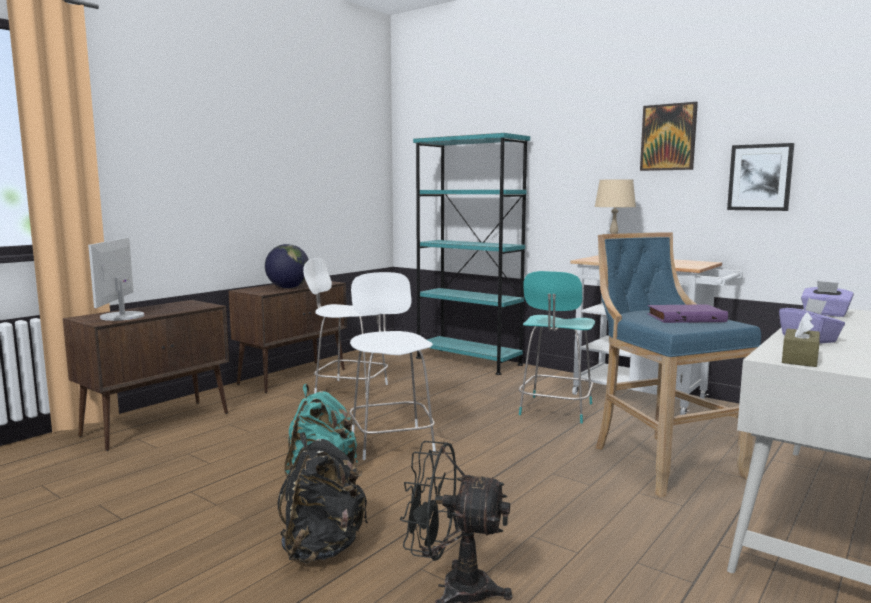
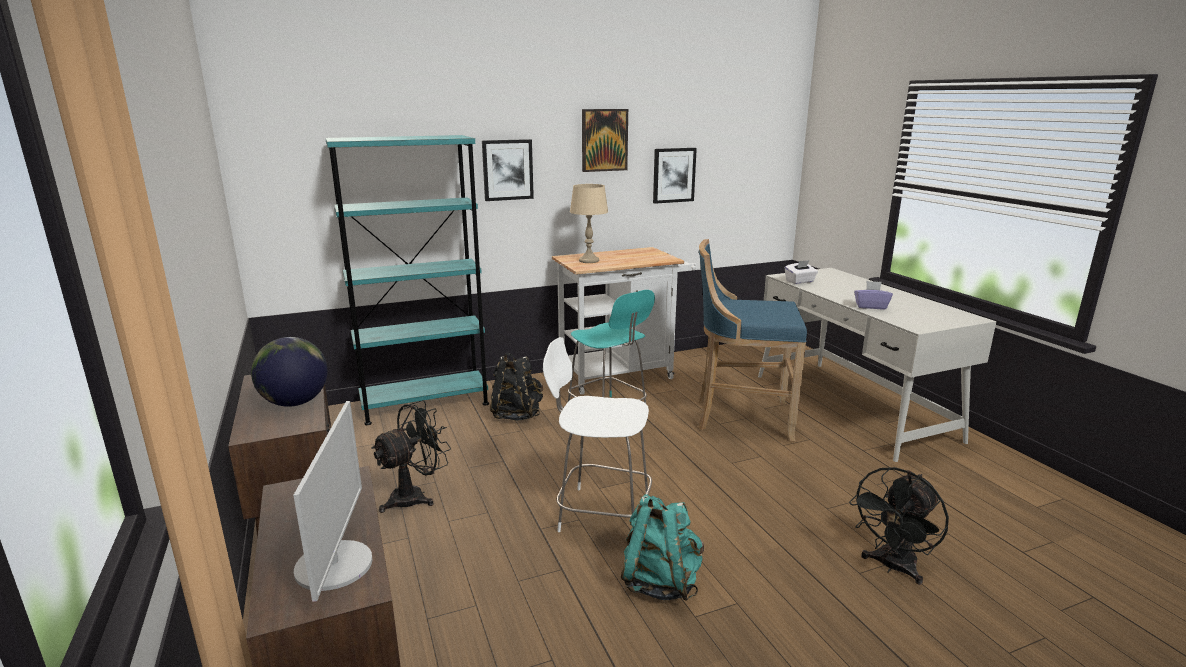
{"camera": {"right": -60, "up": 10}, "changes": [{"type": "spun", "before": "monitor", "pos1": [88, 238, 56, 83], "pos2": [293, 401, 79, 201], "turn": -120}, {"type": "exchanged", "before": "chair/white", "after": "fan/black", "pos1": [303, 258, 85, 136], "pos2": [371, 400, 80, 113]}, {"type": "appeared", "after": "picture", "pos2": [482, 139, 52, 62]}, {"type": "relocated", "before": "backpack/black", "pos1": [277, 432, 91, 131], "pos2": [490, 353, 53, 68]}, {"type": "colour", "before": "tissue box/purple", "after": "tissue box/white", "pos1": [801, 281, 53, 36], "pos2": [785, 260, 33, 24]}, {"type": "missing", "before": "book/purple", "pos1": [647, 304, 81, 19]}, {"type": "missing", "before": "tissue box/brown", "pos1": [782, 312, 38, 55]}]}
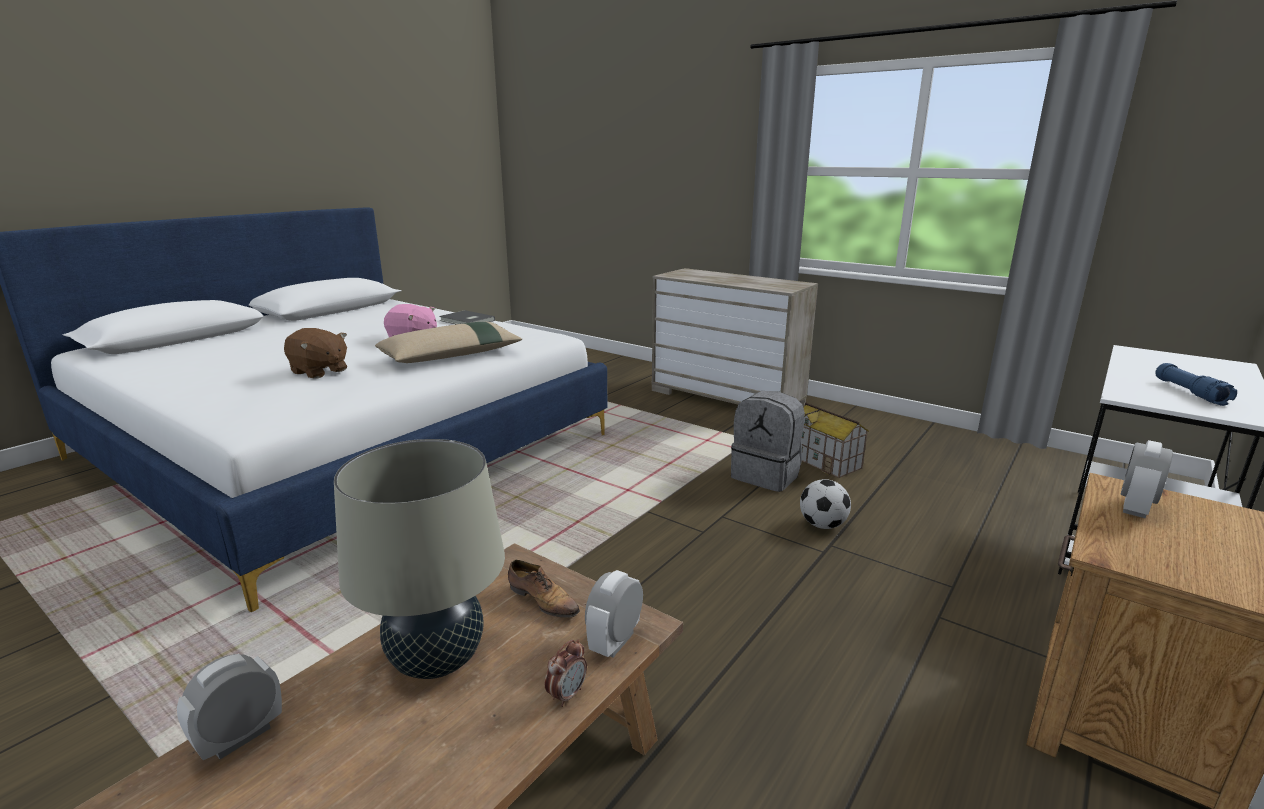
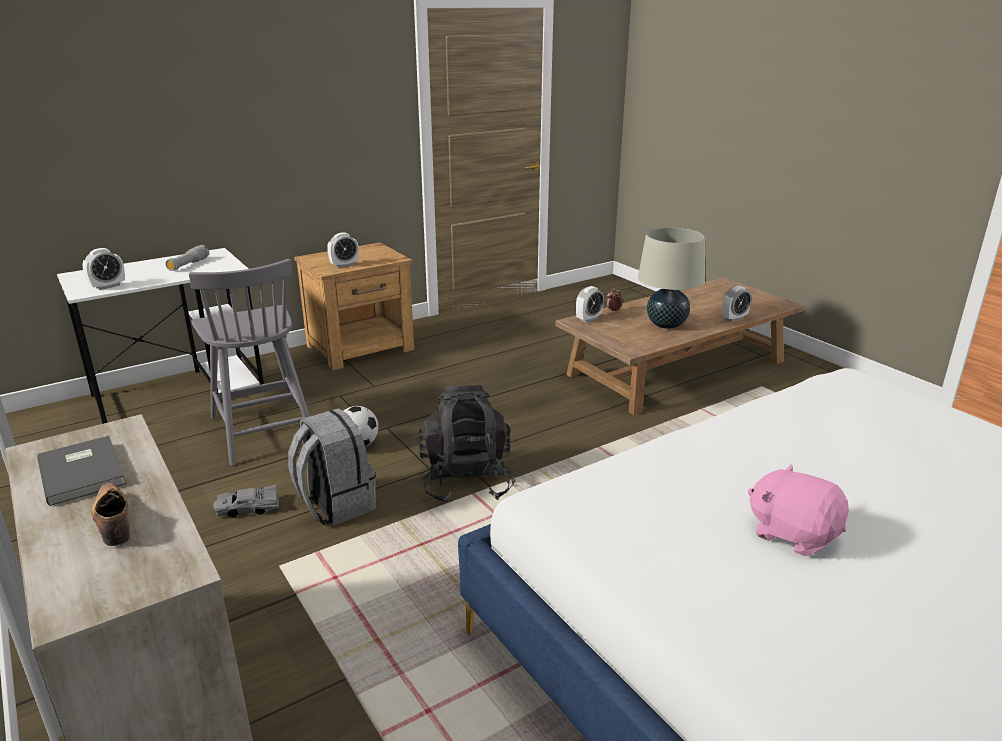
{"camera": {"right": -160, "up": 5}, "changes": [{"type": "relocated", "before": "book/grey", "pos1": [439, 310, 56, 14], "pos2": [37, 436, 89, 70]}, {"type": "appeared", "after": "alarm clock", "pos2": [82, 248, 43, 42]}, {"type": "relocated", "before": "shoe", "pos1": [508, 560, 72, 58], "pos2": [91, 483, 39, 63]}, {"type": "colour", "before": "flashlight/blue", "after": "flashlight/grey", "pos1": [1155, 363, 82, 43], "pos2": [165, 245, 44, 26]}, {"type": "appeared", "after": "chair/grey", "pos2": [189, 259, 121, 207]}, {"type": "exchanged", "before": "toy house", "after": "toy car/grey", "pos1": [801, 403, 68, 75], "pos2": [213, 485, 66, 33]}, {"type": "appeared", "after": "backpack/black", "pos2": [418, 385, 98, 119]}, {"type": "missing", "before": "plush toy/brown", "pos1": [284, 328, 63, 51]}, {"type": "missing", "before": "pillow/beige", "pos1": [375, 322, 147, 41]}]}
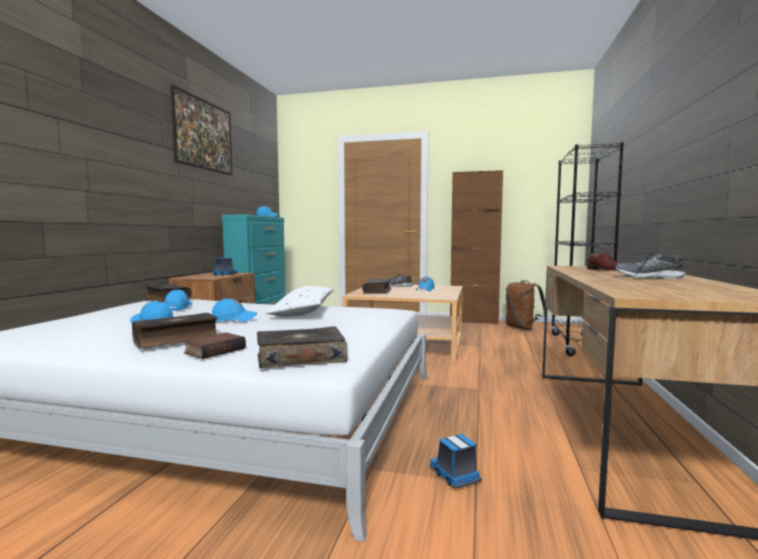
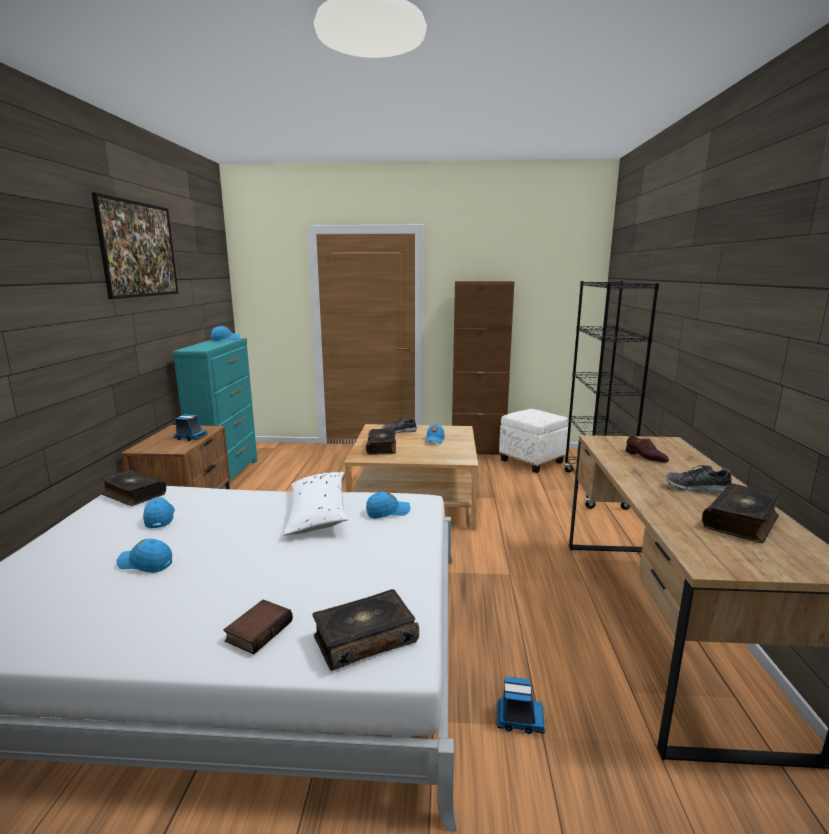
{"camera": {"right": -10, "up": 10}, "changes": [{"type": "relocated", "before": "cap/blue", "pos1": [212, 298, 45, 24], "pos2": [366, 492, 44, 27]}, {"type": "spun", "before": "toy truck", "pos1": [430, 434, 52, 55], "pos2": [496, 677, 50, 57], "turn": 135}, {"type": "exchanged", "before": "backpack/brown", "after": "ottoman/white", "pos1": [506, 280, 39, 50], "pos2": [499, 409, 70, 64]}, {"type": "relocated", "before": "book", "pos1": [132, 313, 86, 36], "pos2": [702, 483, 80, 60]}]}
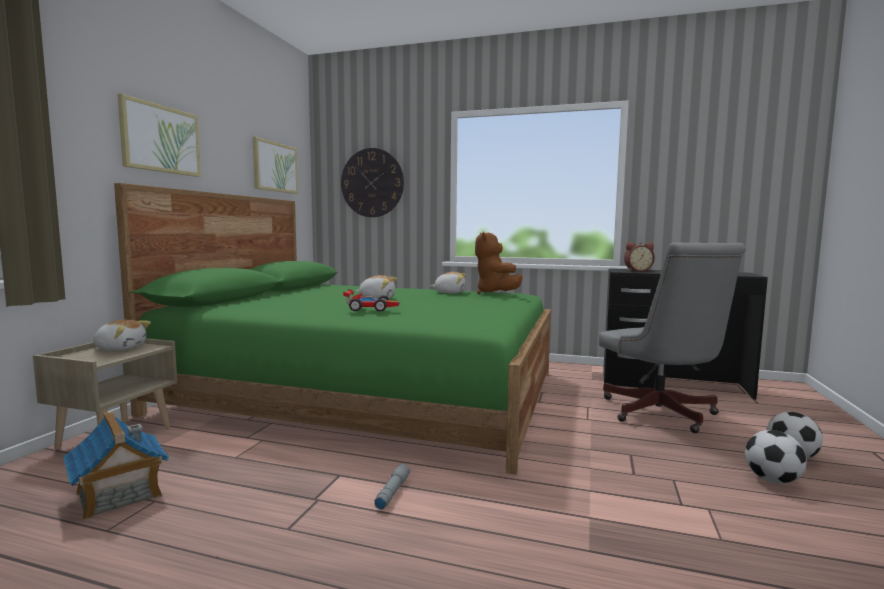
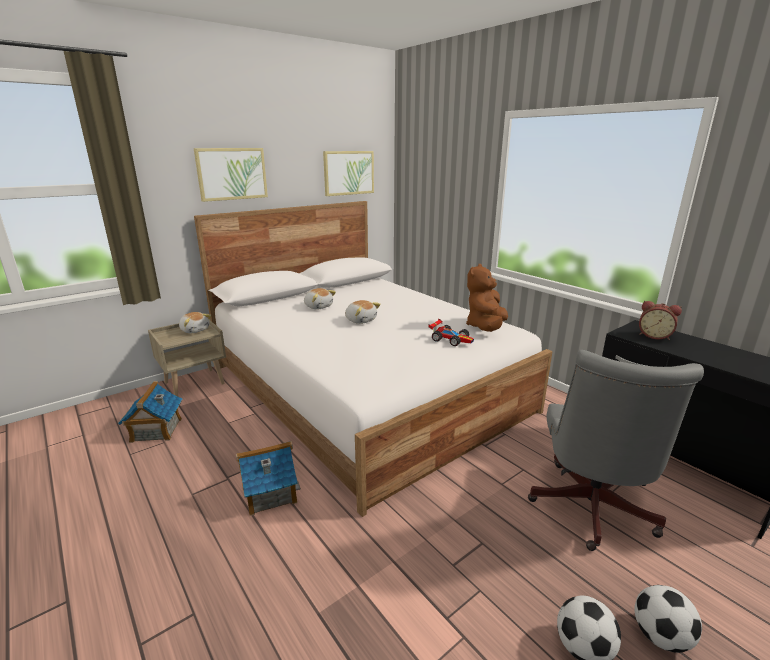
{"camera": {"right": 35, "up": 15}, "changes": [{"type": "colour", "before": "bed/green", "after": "bed/white", "pos1": [114, 183, 437, 291], "pos2": [194, 201, 359, 316]}, {"type": "exchanged", "before": "flashlight/grey", "after": "toy house", "pos1": [374, 464, 36, 45], "pos2": [236, 441, 65, 75]}, {"type": "relocated", "before": "plush toy", "pos1": [431, 272, 35, 21], "pos2": [304, 288, 32, 21]}, {"type": "relocated", "before": "toy car", "pos1": [343, 289, 56, 22], "pos2": [429, 318, 45, 28]}, {"type": "missing", "before": "wall clock", "pos1": [341, 148, 63, 69]}]}
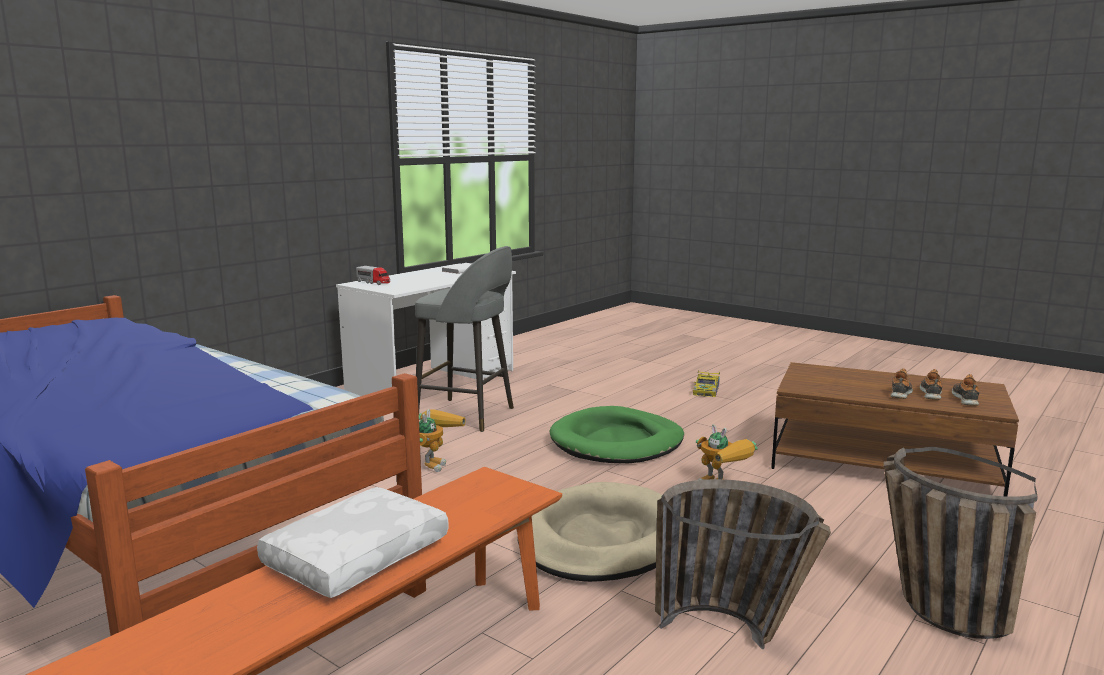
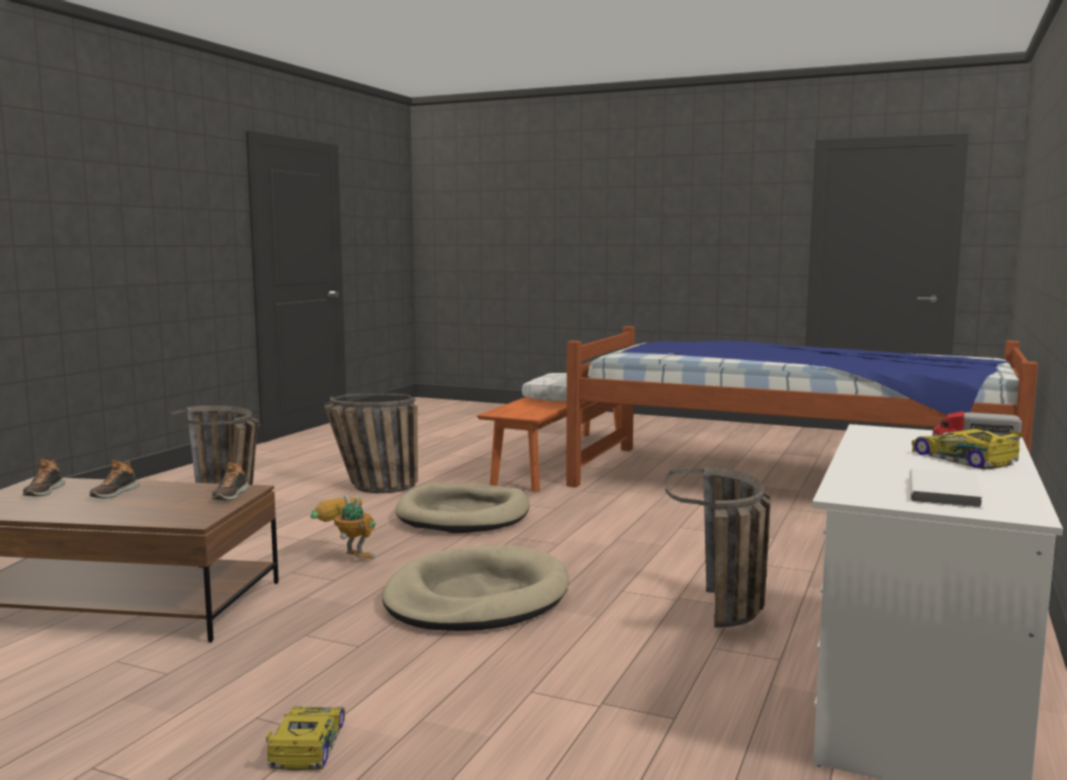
{"camera": {"right": 165, "up": -5}, "changes": [{"type": "relocated", "before": "shoe", "pos1": [920, 369, 23, 31], "pos2": [212, 462, 37, 38]}, {"type": "colour", "before": "dog bed/green", "after": "dog bed/beige", "pos1": [549, 406, 135, 57], "pos2": [382, 545, 187, 86]}, {"type": "exchanged", "before": "stool/grey", "after": "basket", "pos1": [415, 246, 99, 186], "pos2": [665, 467, 106, 160]}, {"type": "appeared", "after": "toy car", "pos2": [912, 428, 111, 41]}, {"type": "missing", "before": "toy robot", "pos1": [419, 409, 47, 63]}]}
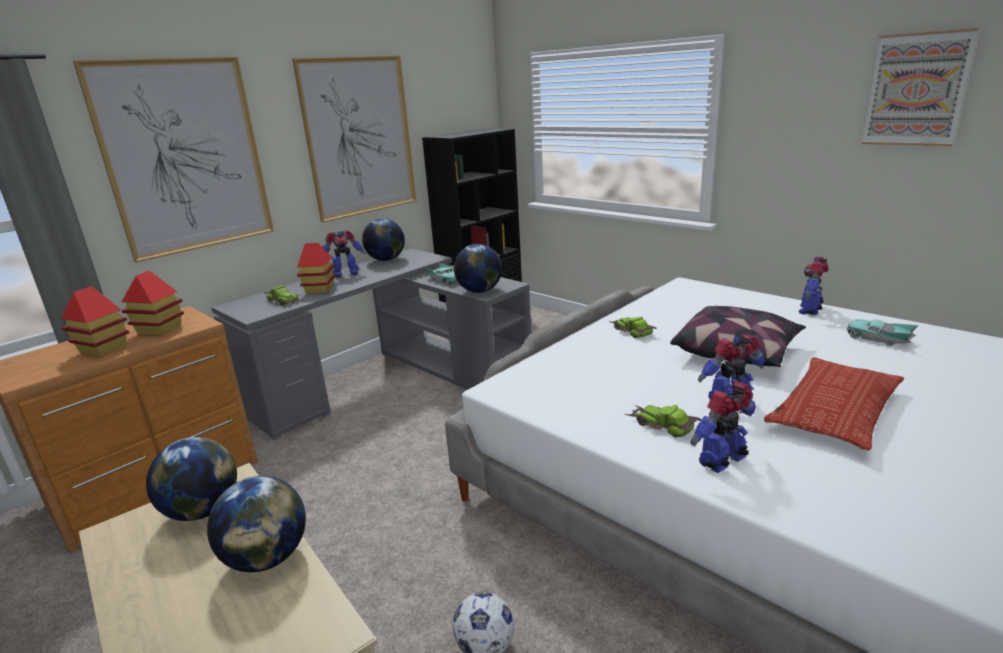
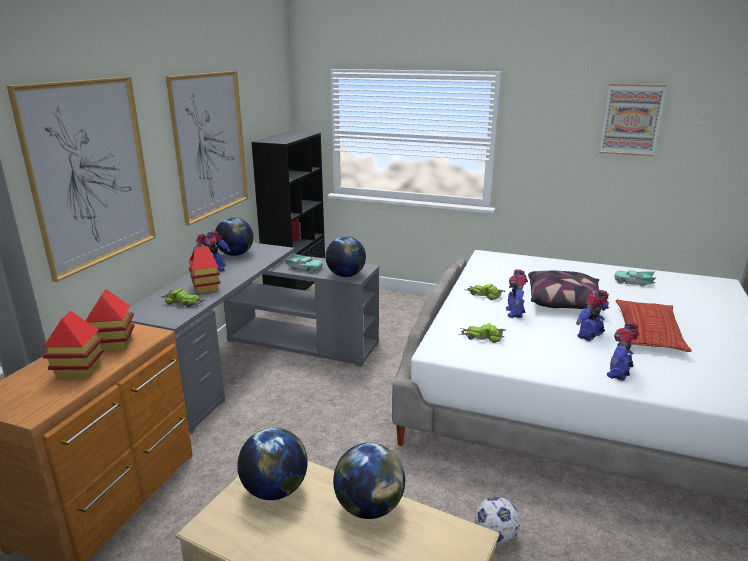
{"camera": {"right": -25, "up": 0}, "changes": [{"type": "relocated", "before": "toy car", "pos1": [625, 405, 76, 32], "pos2": [459, 323, 47, 20]}, {"type": "relocated", "before": "toy robot", "pos1": [799, 257, 30, 58], "pos2": [506, 270, 22, 48]}]}
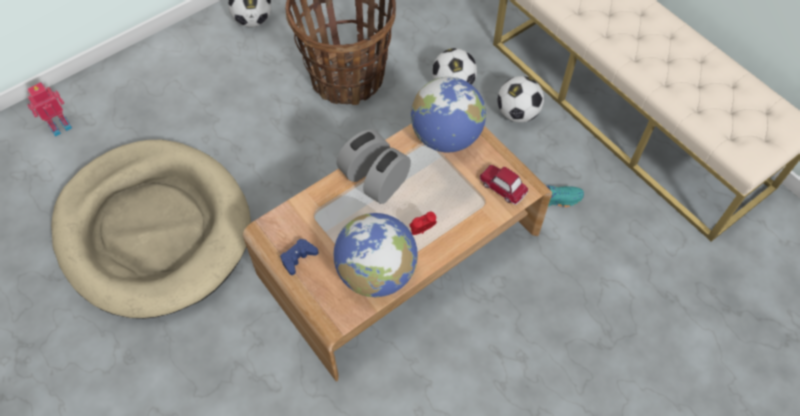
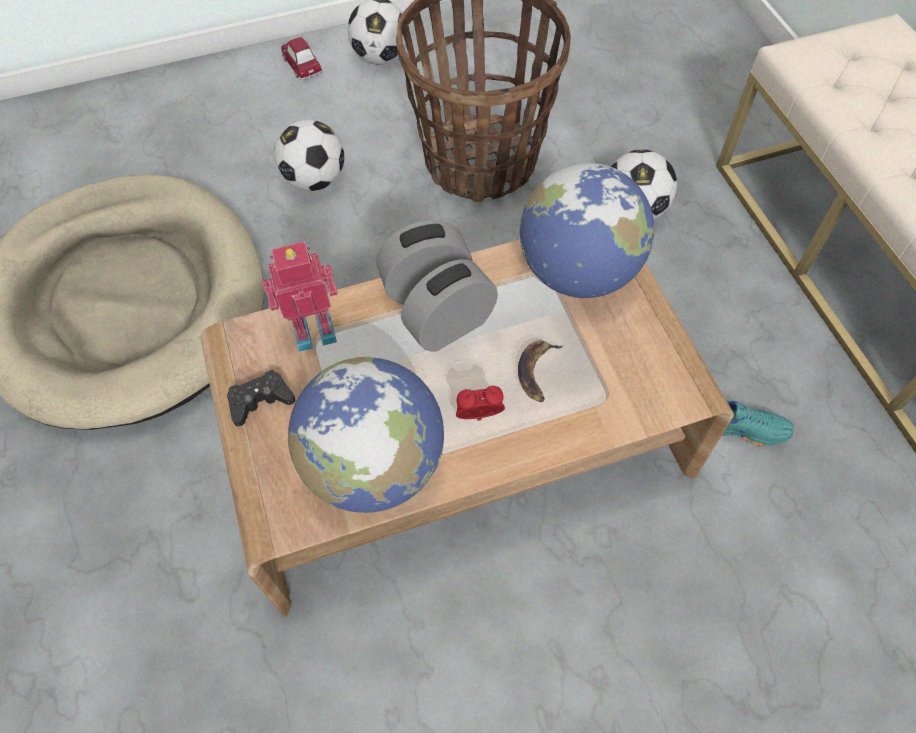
{"camera": {"right": 20, "up": 0}, "changes": [{"type": "colour", "before": "game controller/blue", "after": "game controller/black", "pos1": [280, 239, 39, 36], "pos2": [227, 370, 68, 56]}, {"type": "relocated", "before": "toy robot", "pos1": [27, 82, 45, 55], "pos2": [263, 241, 75, 111]}, {"type": "relocated", "before": "football", "pos1": [497, 76, 47, 47], "pos2": [274, 120, 70, 71]}, {"type": "relocated", "before": "toy car", "pos1": [480, 165, 48, 40], "pos2": [281, 37, 41, 43]}, {"type": "appeared", "after": "banana", "pos2": [518, 340, 46, 62]}]}
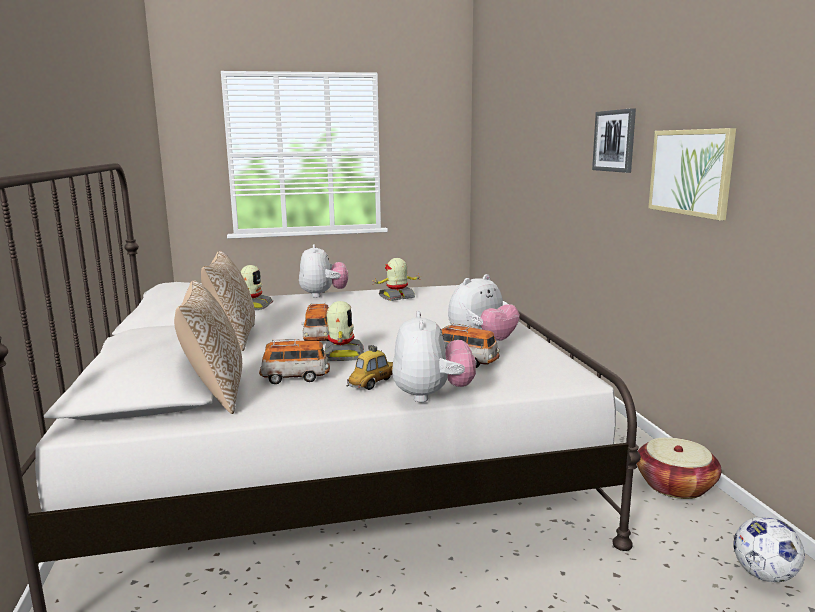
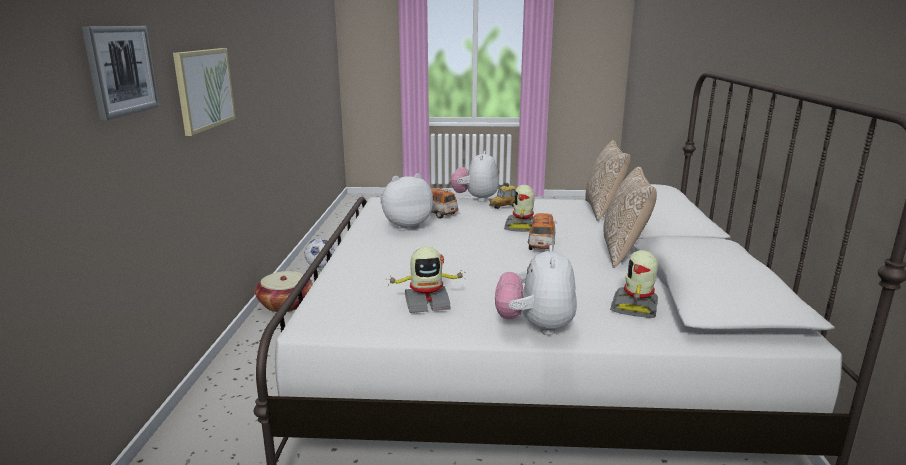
{"camera": {"right": -165, "up": 5}, "changes": [{"type": "missing", "before": "toy car", "pos1": [259, 339, 71, 45]}]}
